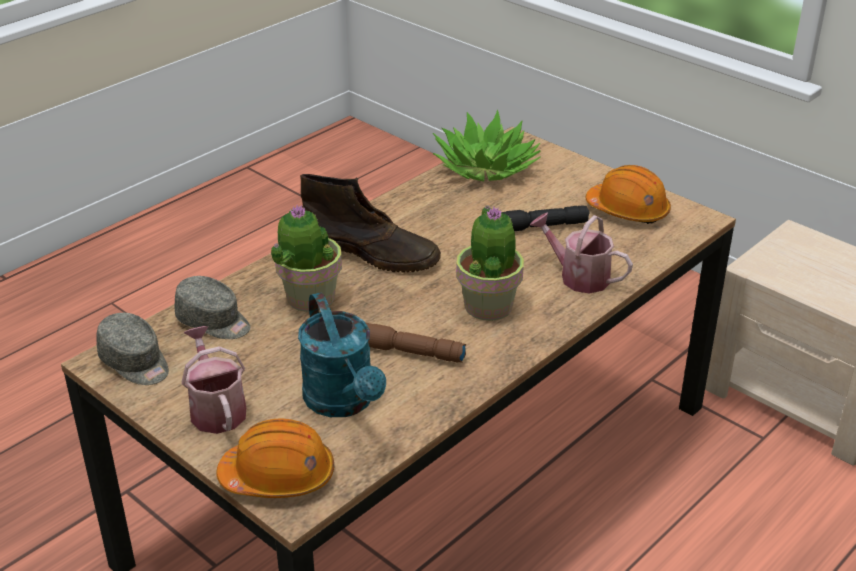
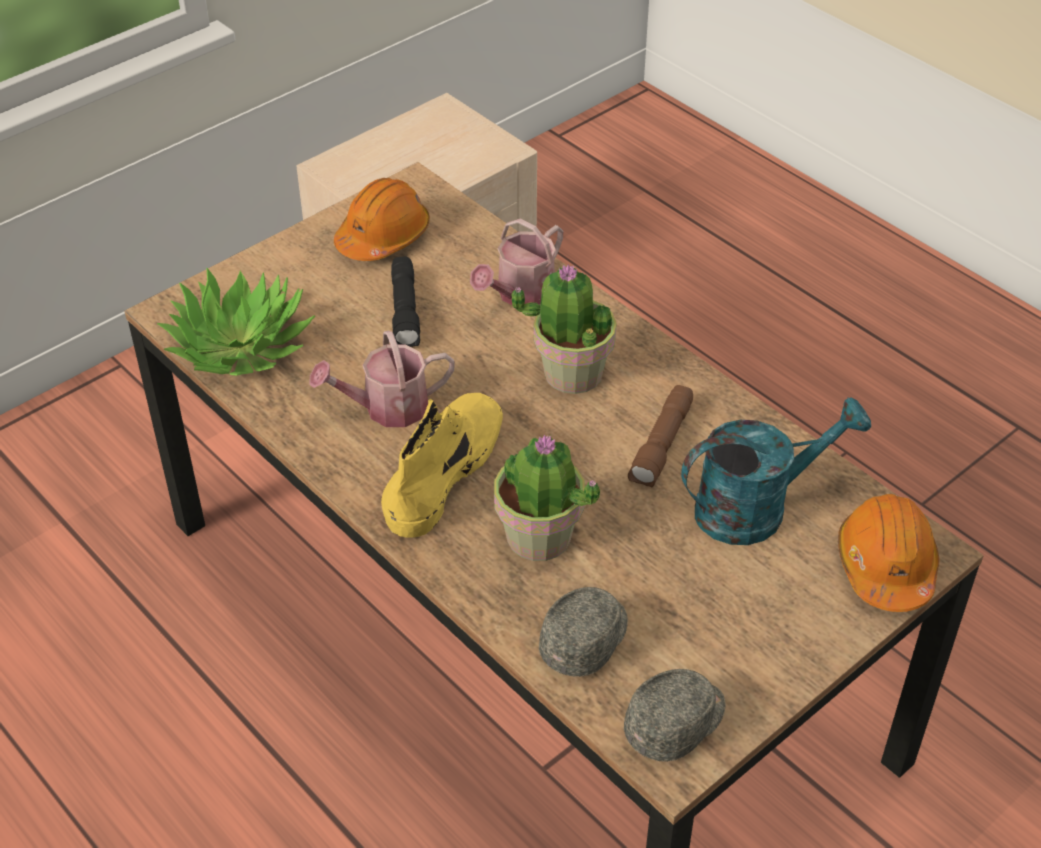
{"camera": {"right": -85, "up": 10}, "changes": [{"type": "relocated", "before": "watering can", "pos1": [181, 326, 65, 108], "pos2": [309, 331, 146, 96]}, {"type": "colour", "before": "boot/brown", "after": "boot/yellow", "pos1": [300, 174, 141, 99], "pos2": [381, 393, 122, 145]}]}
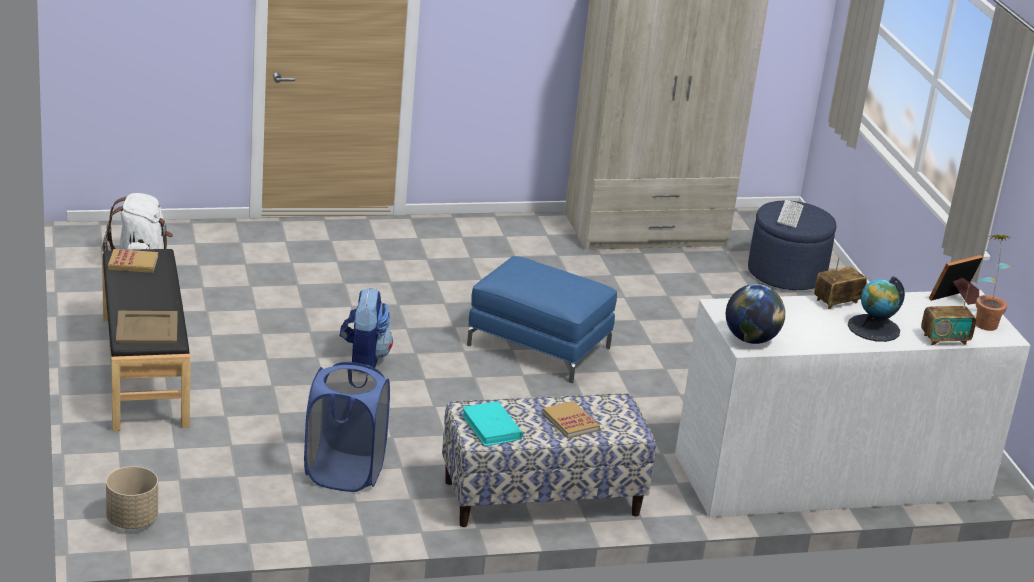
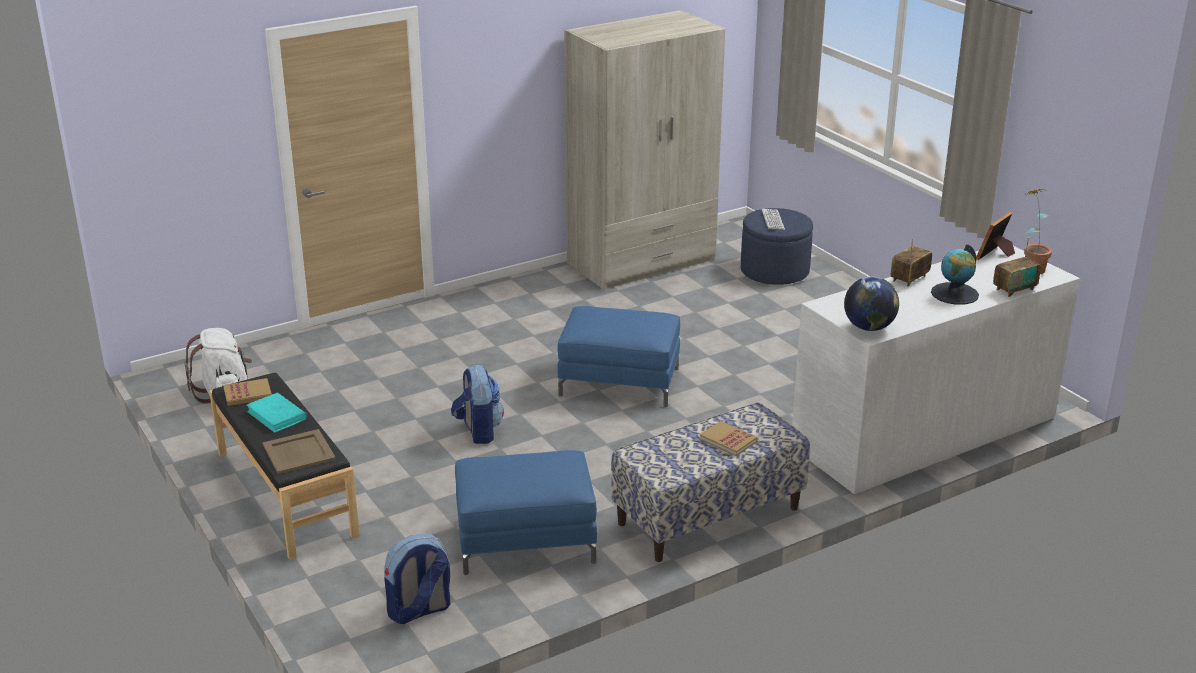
{"camera": {"right": -15, "up": 0}, "changes": [{"type": "relocated", "before": "book/turquoise", "pos1": [461, 401, 62, 45], "pos2": [247, 392, 60, 41]}, {"type": "appeared", "after": "backpack", "pos2": [384, 534, 66, 90]}, {"type": "exchanged", "before": "laundry basket/blue", "after": "ottoman/blue", "pos1": [304, 361, 86, 131], "pos2": [455, 450, 142, 125]}, {"type": "missing", "before": "planter/beige", "pos1": [106, 466, 52, 63]}]}
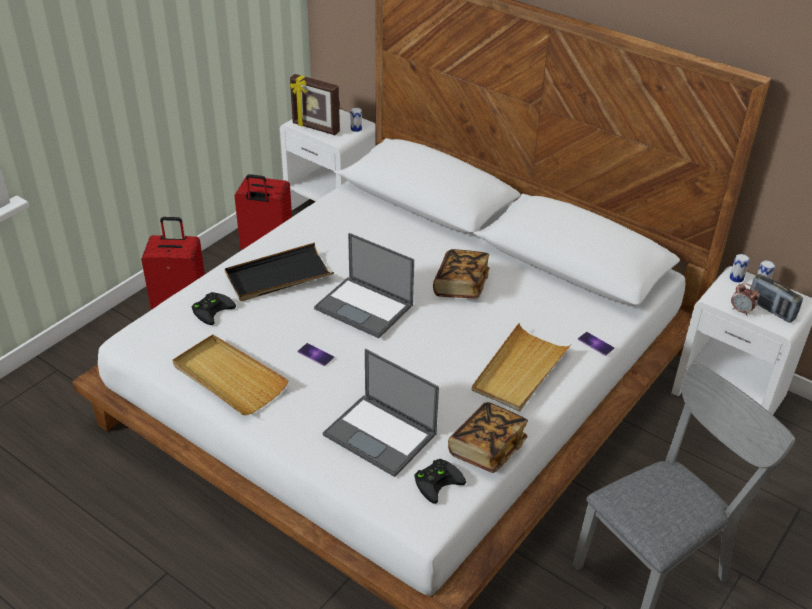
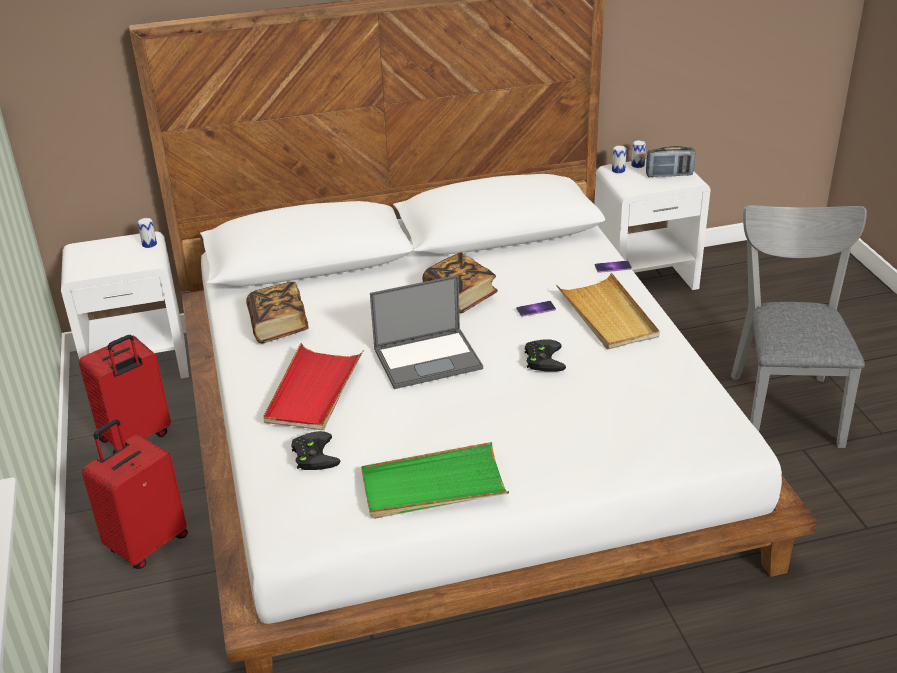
{"camera": {"right": -50, "up": -5}, "changes": [{"type": "relocated", "before": "book", "pos1": [448, 402, 80, 71], "pos2": [246, 282, 62, 61]}, {"type": "colour", "before": "tray/black", "after": "tray/red", "pos1": [225, 243, 109, 58], "pos2": [263, 343, 101, 87]}, {"type": "colour", "before": "tray/beige", "after": "tray/green", "pos1": [173, 334, 116, 81], "pos2": [361, 442, 148, 77]}, {"type": "relocated", "before": "phone", "pos1": [298, 343, 36, 23], "pos2": [516, 301, 40, 16]}, {"type": "relocated", "before": "game controller/black", "pos1": [414, 459, 52, 45], "pos2": [524, 339, 42, 32]}, {"type": "missing", "before": "picture frame", "pos1": [289, 74, 51, 61]}, {"type": "missing", "before": "laptop", "pos1": [323, 349, 116, 128]}, {"type": "missing", "before": "alarm clock", "pos1": [731, 283, 29, 33]}]}
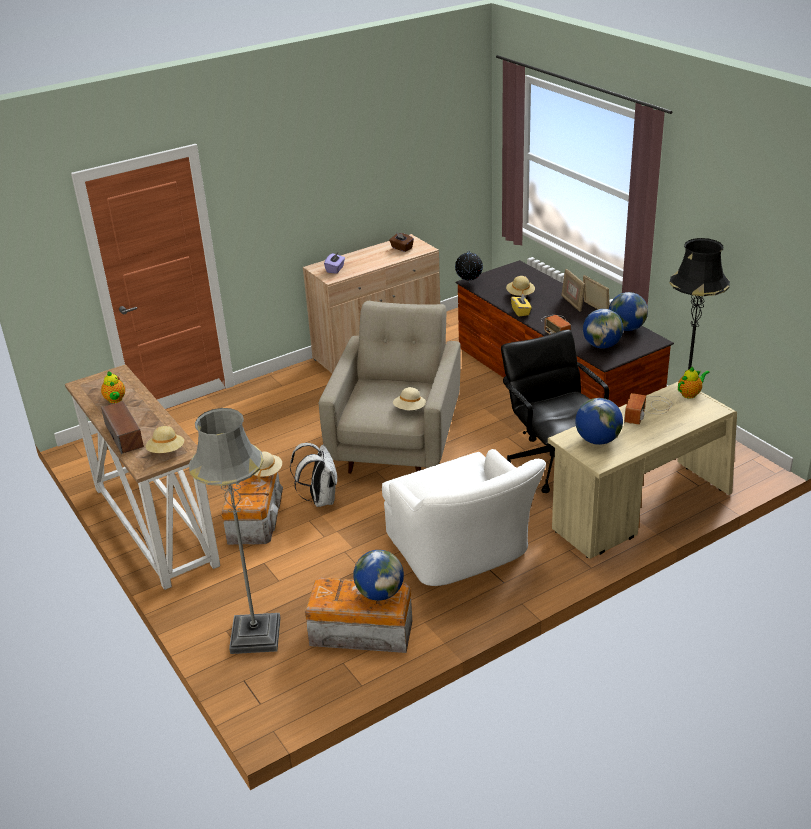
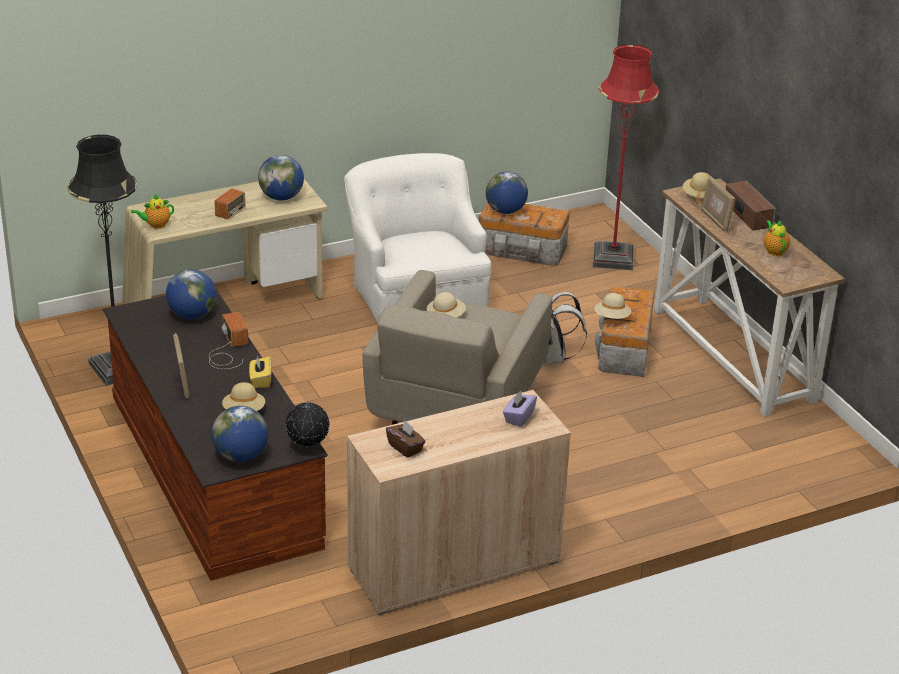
{"camera": {"right": -175, "up": 0}, "changes": [{"type": "relocated", "before": "globe", "pos1": [609, 292, 39, 39], "pos2": [211, 406, 57, 56]}, {"type": "colour", "before": "floor lamp/grey", "after": "floor lamp/red", "pos1": [189, 408, 92, 246], "pos2": [593, 45, 67, 225]}, {"type": "relocated", "before": "picture frame", "pos1": [583, 275, 26, 35], "pos2": [701, 176, 34, 57]}, {"type": "missing", "before": "office chair/black", "pos1": [501, 329, 108, 164]}]}
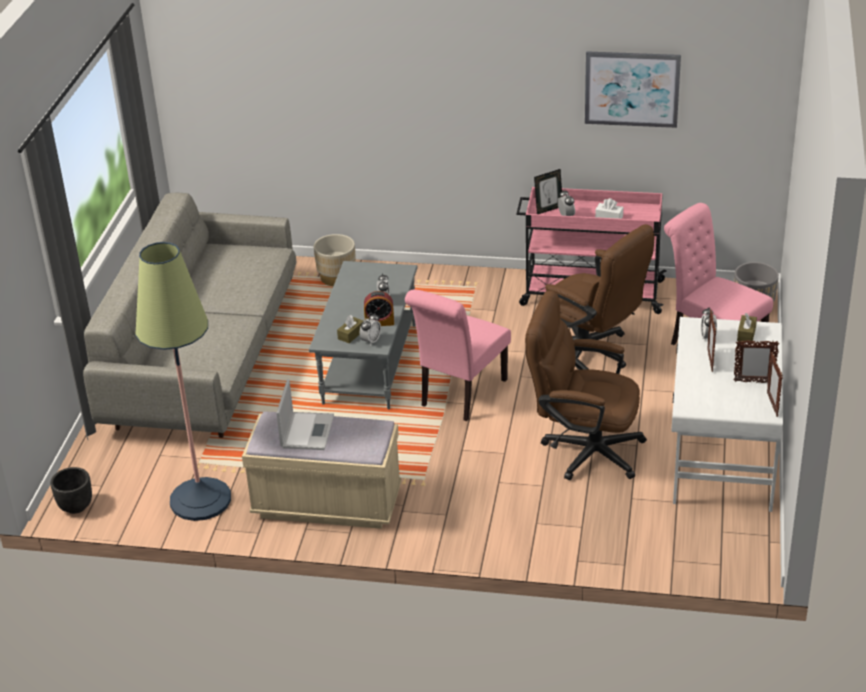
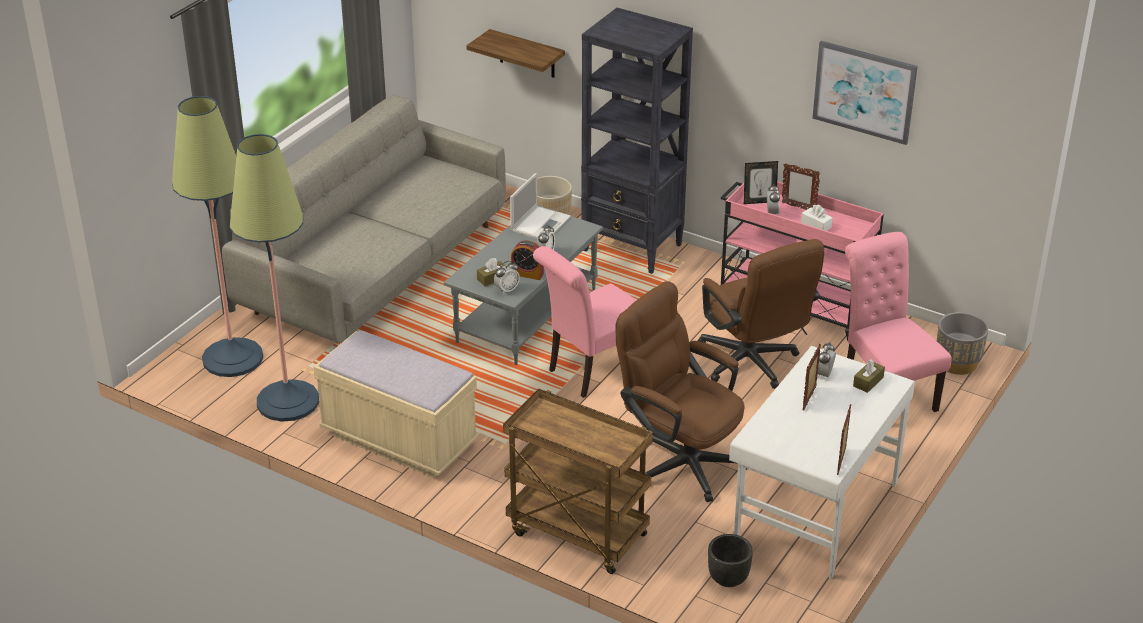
{"camera": {"right": 20, "up": 0}, "changes": [{"type": "appeared", "after": "floor lamp", "pos2": [172, 96, 91, 281]}, {"type": "appeared", "after": "shelf", "pos2": [467, 29, 98, 49]}, {"type": "appeared", "after": "cart/brown", "pos2": [503, 388, 150, 186]}, {"type": "relocated", "before": "laptop", "pos1": [276, 379, 58, 71], "pos2": [510, 173, 61, 66]}, {"type": "appeared", "after": "bookcase/black", "pos2": [581, 8, 112, 266]}, {"type": "relocated", "before": "planter/black", "pos1": [50, 467, 42, 47], "pos2": [708, 534, 45, 53]}, {"type": "relocated", "before": "picture frame", "pos1": [734, 340, 45, 43], "pos2": [781, 163, 40, 47]}]}
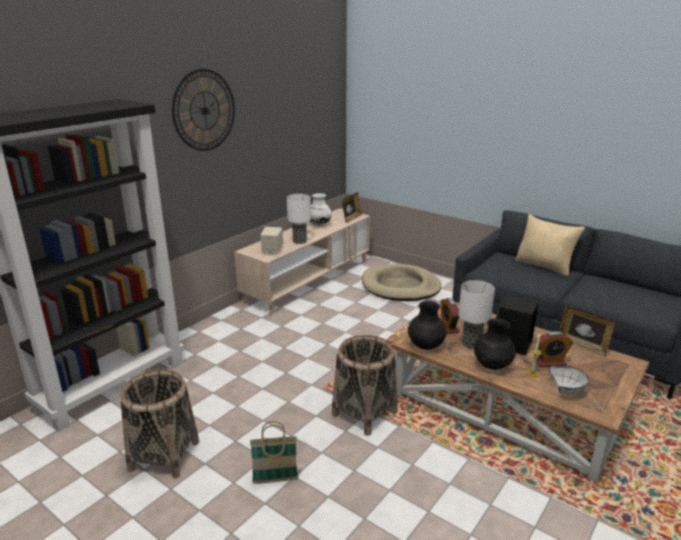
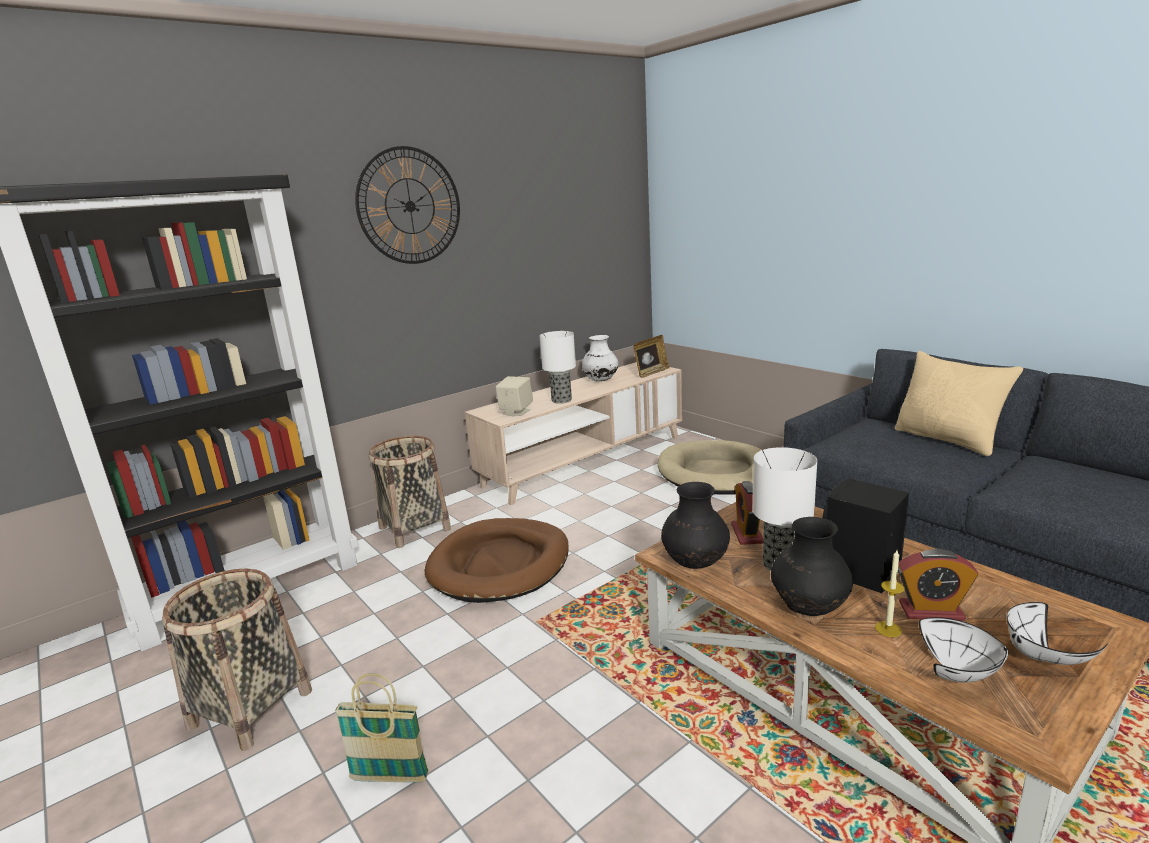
{"camera": {"right": 15, "up": -5}, "changes": [{"type": "relocated", "before": "basket", "pos1": [332, 335, 66, 101], "pos2": [368, 436, 83, 112]}, {"type": "appeared", "after": "dog bed/brown", "pos2": [425, 518, 144, 85]}, {"type": "appeared", "after": "bowl/white", "pos2": [1007, 602, 101, 63]}, {"type": "missing", "before": "picture frame", "pos1": [559, 306, 56, 51]}]}
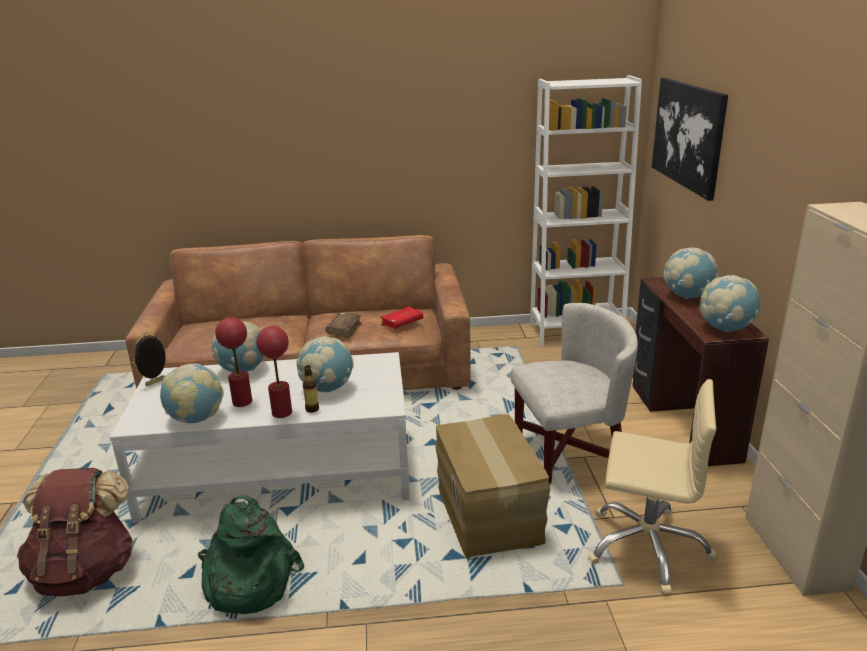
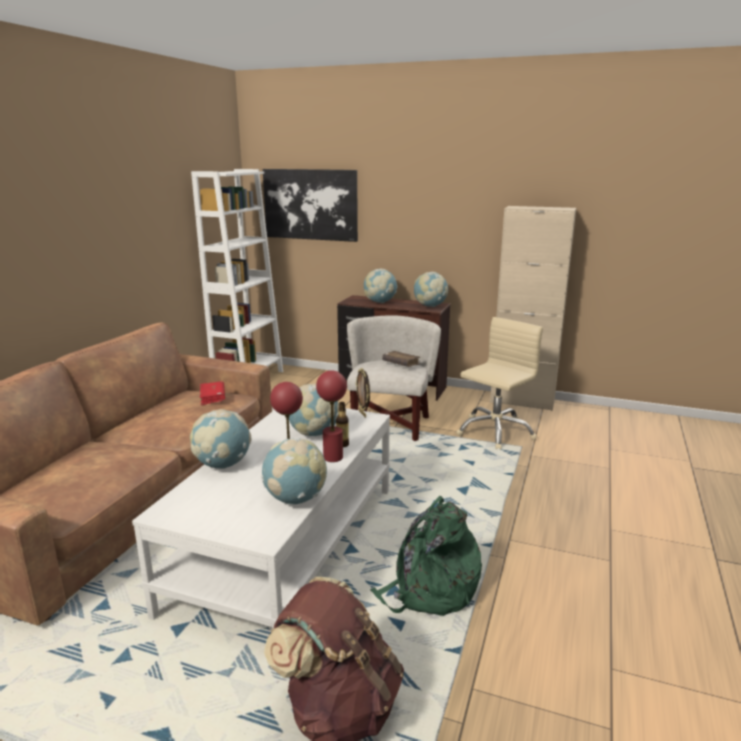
{"camera": {"right": -65, "up": -5}, "changes": [{"type": "relocated", "before": "picture frame", "pos1": [132, 333, 34, 53], "pos2": [356, 368, 14, 50]}, {"type": "relocated", "before": "book/brown", "pos1": [326, 312, 36, 26], "pos2": [382, 351, 38, 16]}, {"type": "missing", "before": "cardboard box", "pos1": [435, 414, 115, 145]}]}
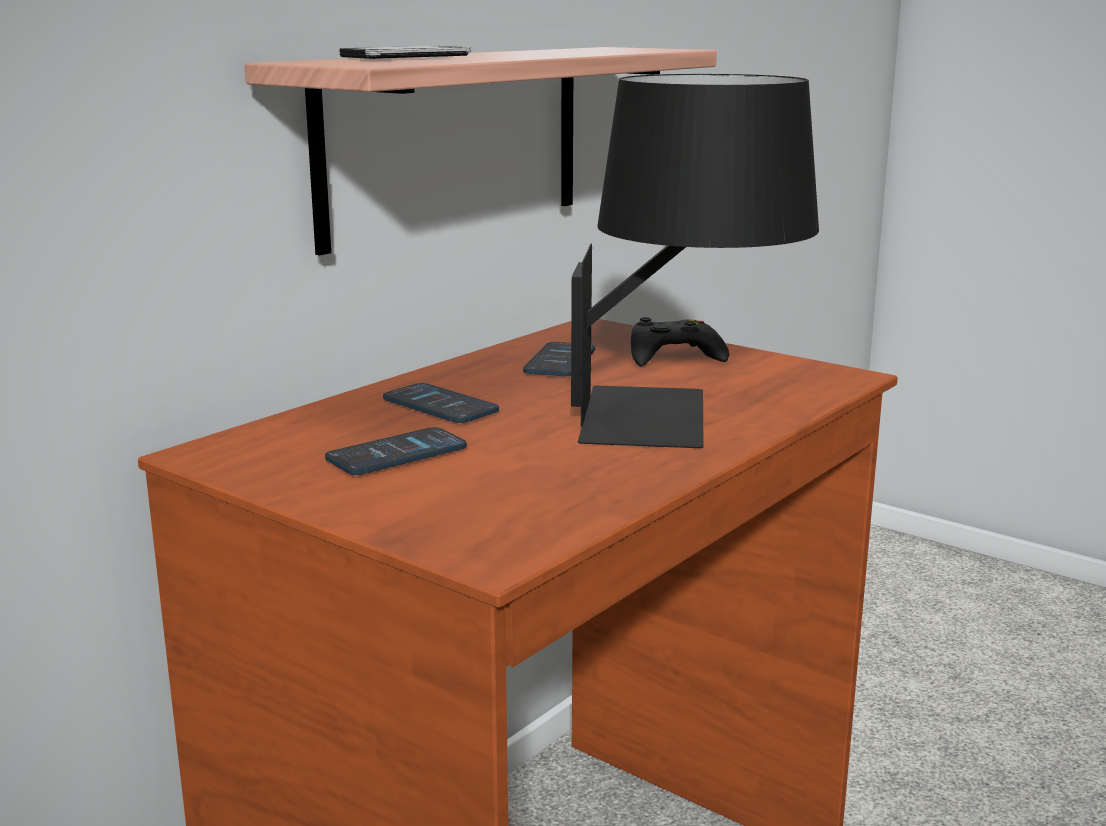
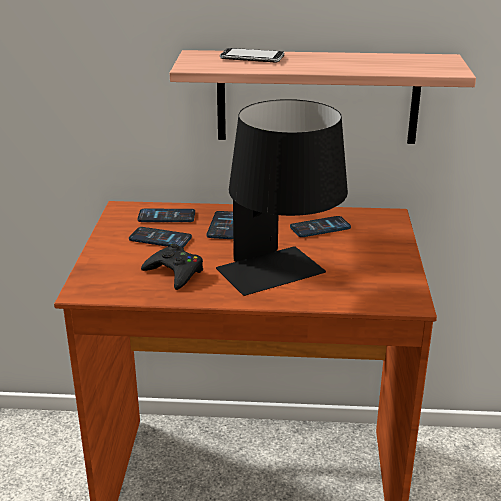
{"camera": {"right": 55, "up": 10}, "changes": [{"type": "appeared", "after": "phone", "pos2": [137, 209, 58, 13]}, {"type": "relocated", "before": "game controller/black", "pos1": [631, 317, 99, 49], "pos2": [141, 244, 62, 46]}]}
